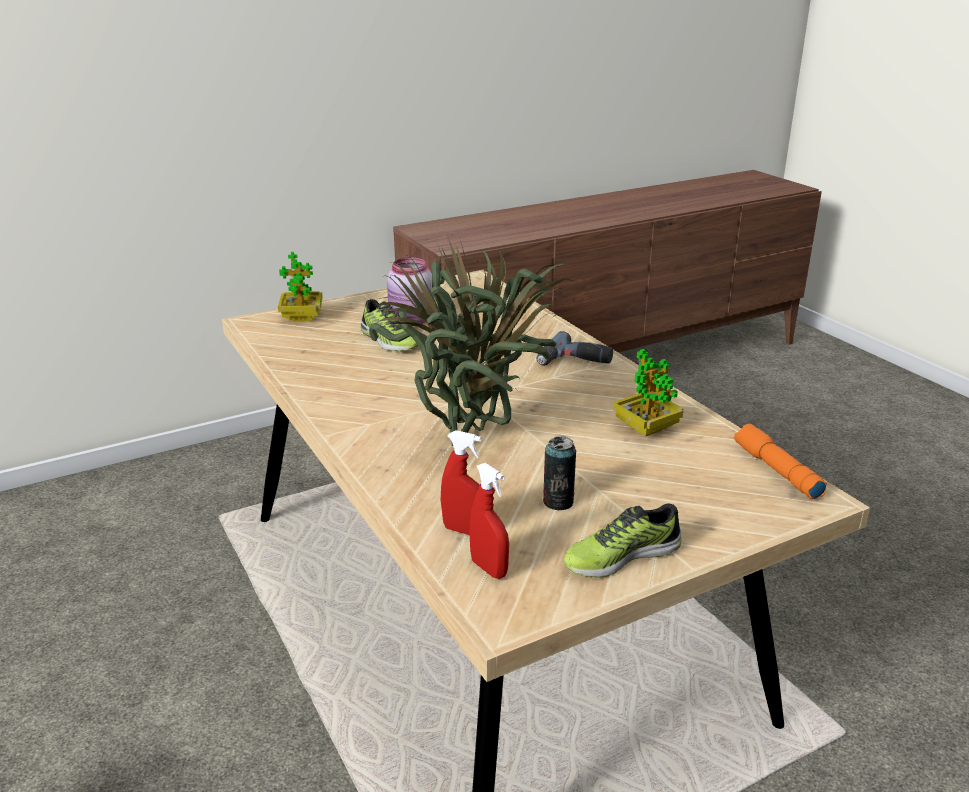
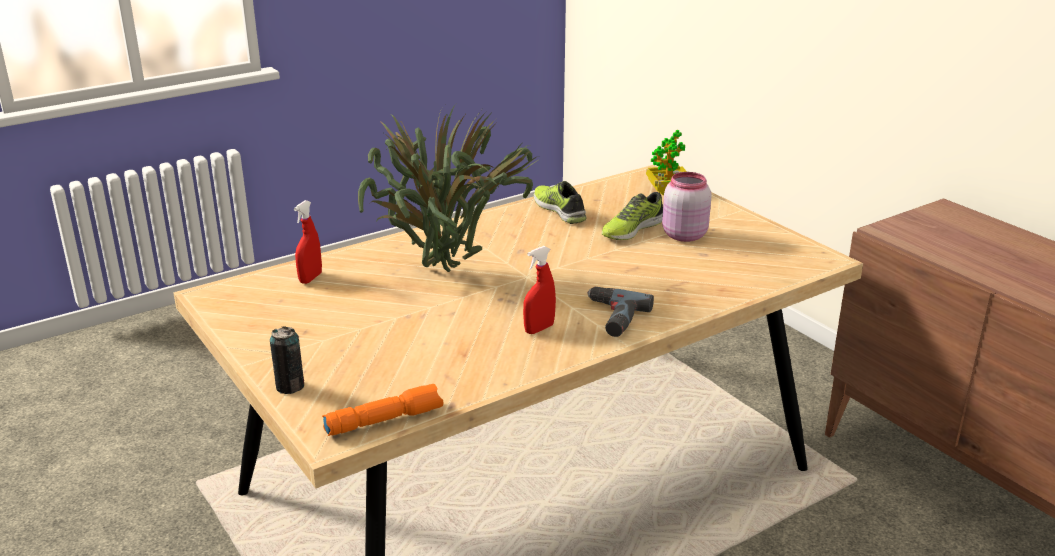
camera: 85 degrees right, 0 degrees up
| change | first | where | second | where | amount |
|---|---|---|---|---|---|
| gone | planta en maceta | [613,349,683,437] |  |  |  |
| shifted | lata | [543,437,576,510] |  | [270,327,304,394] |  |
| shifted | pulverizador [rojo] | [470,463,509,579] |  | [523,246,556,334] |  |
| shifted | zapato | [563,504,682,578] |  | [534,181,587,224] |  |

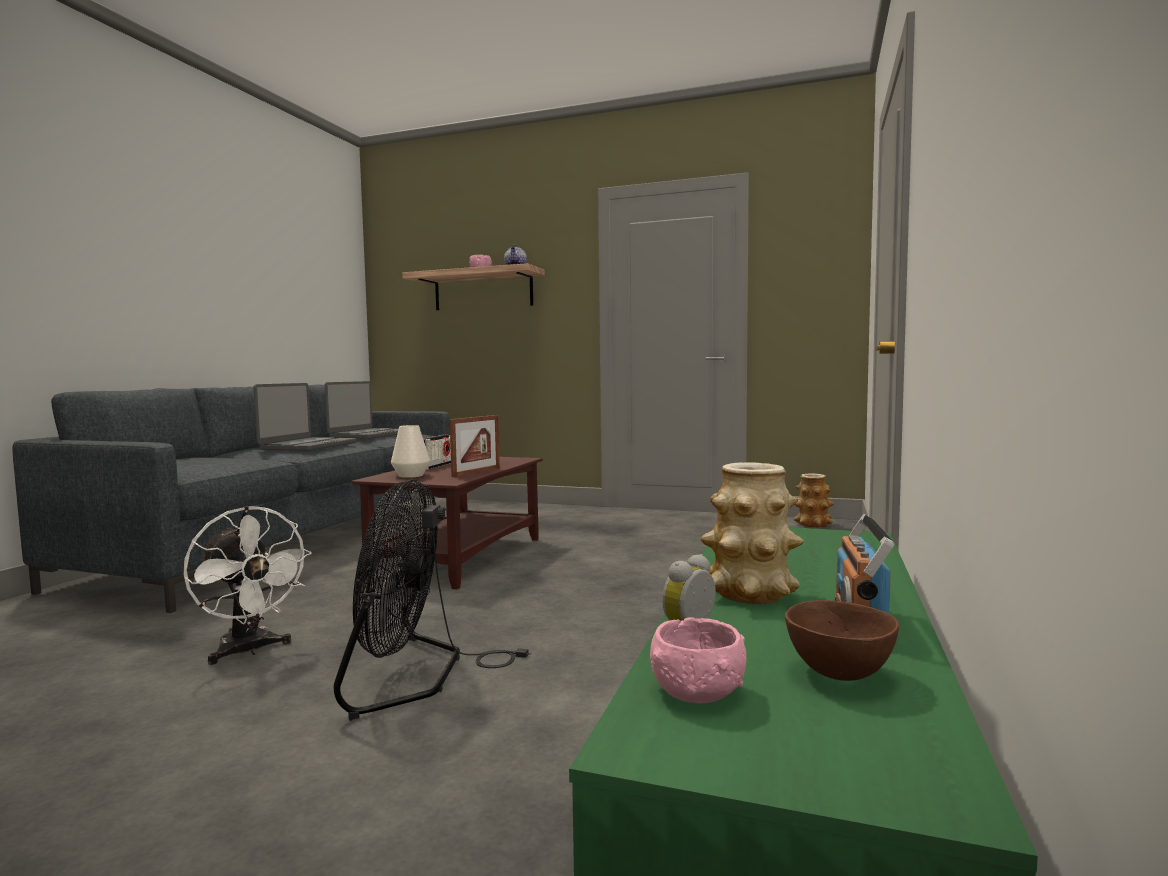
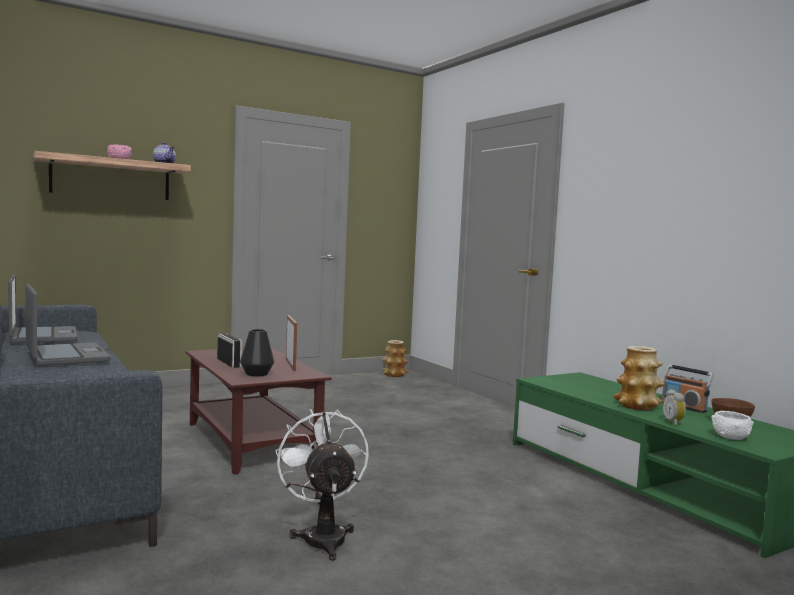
camera: 50 degrees left, 0 degrees up
| change | first | where | second | where | amount |
|---|---|---|---|---|---|
| repainted | florero [blanco] | [391,425,430,478] | florero [negro] | [240,329,274,376] |  |
| gone | ventilador [negro] | [334,479,531,721] |  |  |  |
| rotated | ventilador [blanco] | [183,506,312,665] |  | [275,409,369,561] | 105 degrees counterclockwise |
| repainted | cuenco [rosa] | [650,617,747,703] | cuenco [blanco] | [711,411,754,440] |  |

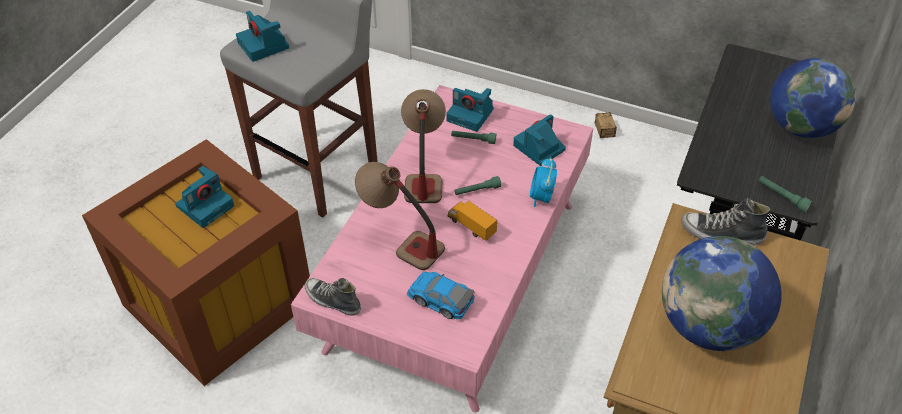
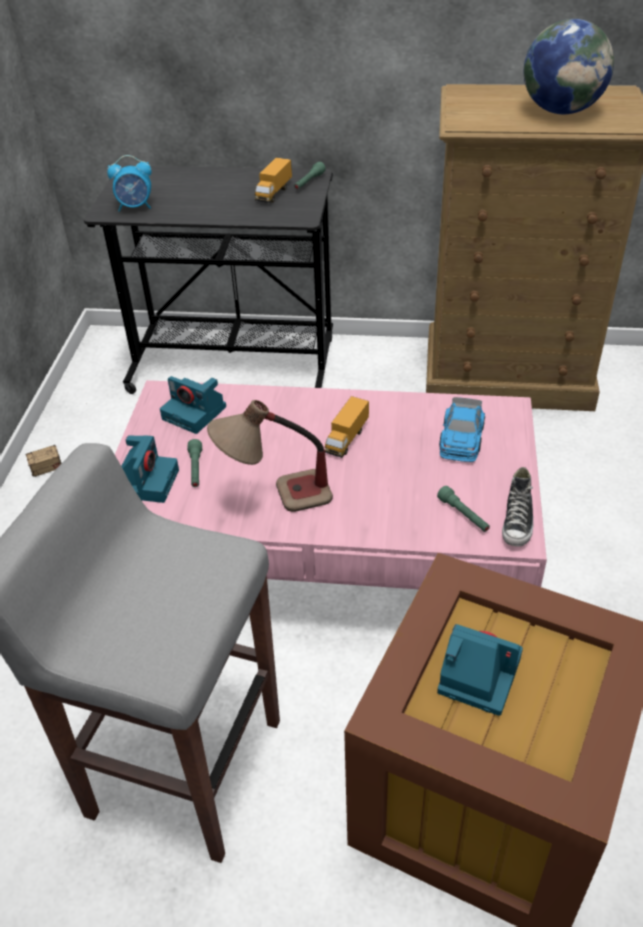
camera: 105 degrees left, 5 degrees down
| change | first | where | second | where | amount |
|---|---|---|---|---|---|
| gone | cámara | [236,11,289,62] |  |  |  |
| gone | globo terráqueo | [770,58,856,138] |  |  |  |
| shifted | despertador | [530,157,557,207] |  | [107,155,152,212] |  |
| gone | lámpara de mesa | [355,162,445,270] |  |  |  |
| shifted | linterna [verde] | [454,176,501,195] |  | [437,486,490,532] |  |
| gone | zapato | [681,198,770,245] |  |  |  |
| new |  |  | camión de juguete | [255,158,292,203] |  |

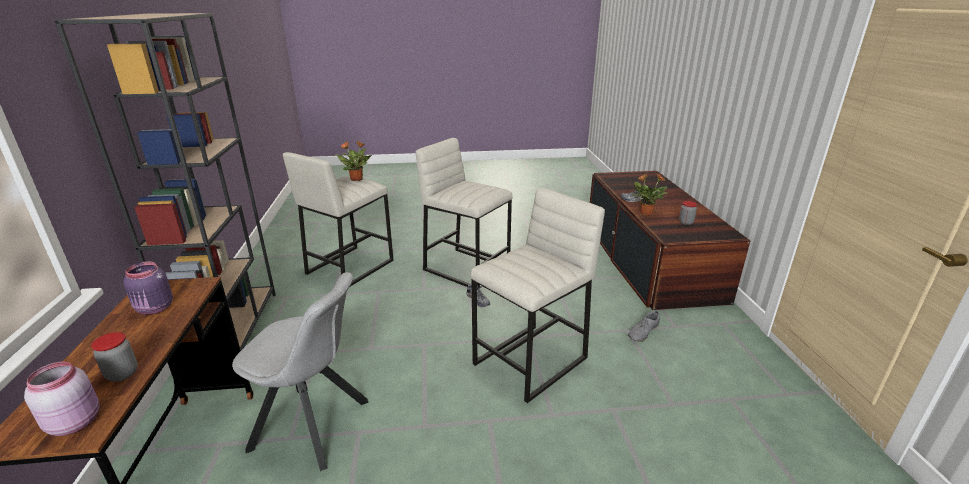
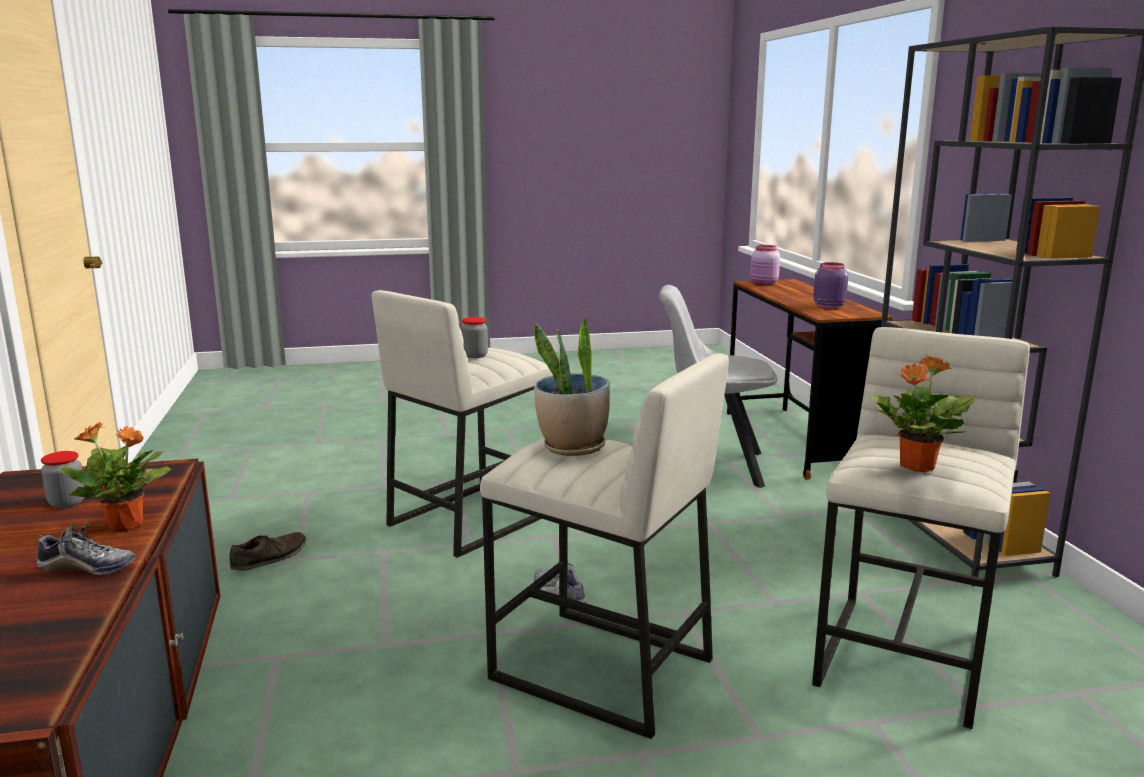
camera: 175 degrees right, 10 degrees down
| change | first | where | second | where | amount |
|---|---|---|---|---|---|
| repainted | zapato [gris] | [628,311,660,342] | zapato [marrón] | [230,532,306,571] |  |
| shifted | tarro | [91,332,138,382] |  | [461,317,488,358] |  |
| new |  |  | planta en maceta | [534,318,610,456] |  |

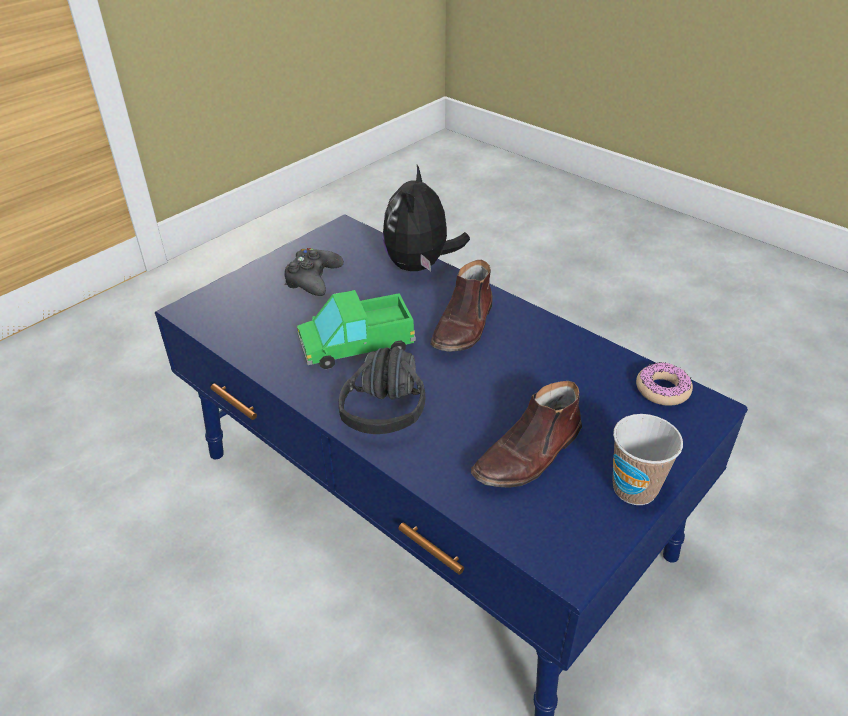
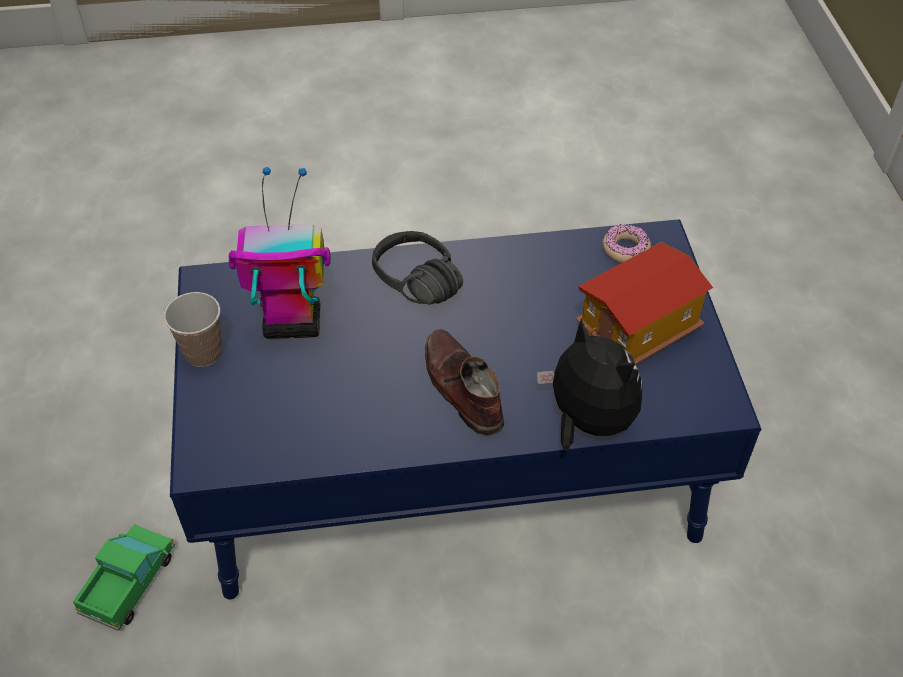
camera: 130 degrees right, 10 degrees up
| change | first | where | second | where | amount |
|---|---|---|---|---|---|
| swapped | mando de consola [negro] | [284,248,344,296] | casita | [576,242,713,364] |  |
| shifted | camión de juguete | [297,290,416,369] |  | [73,524,176,631] |  |
| shifted | rosquilla | [636,362,693,406] |  | [602,224,651,263] |  |
| swapped | zapato [marrón] | [471,381,582,488] | robot de juguete | [229,167,331,339] |  |

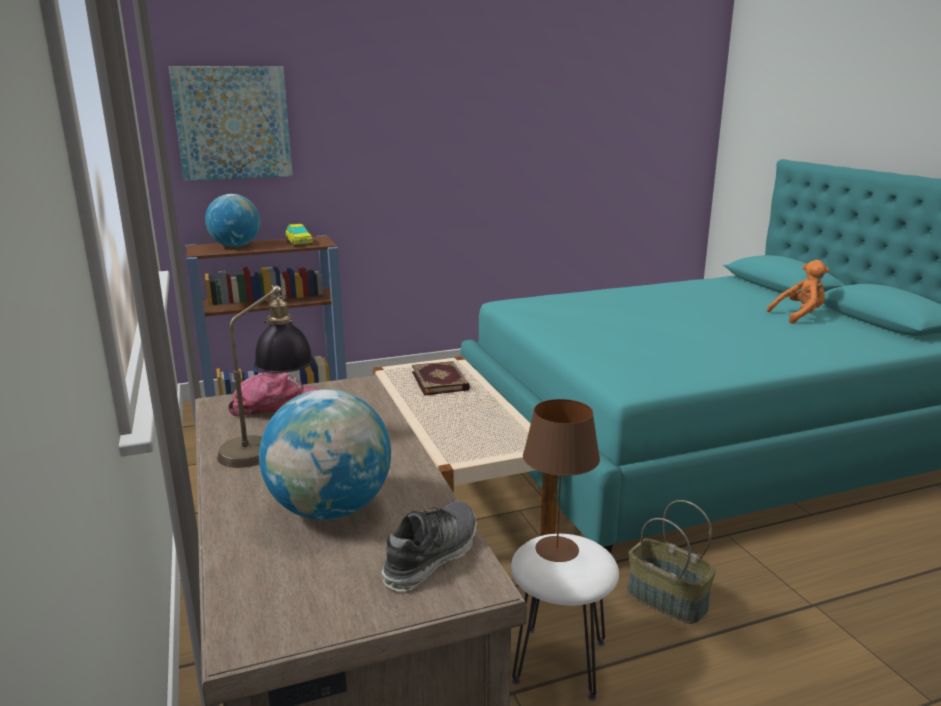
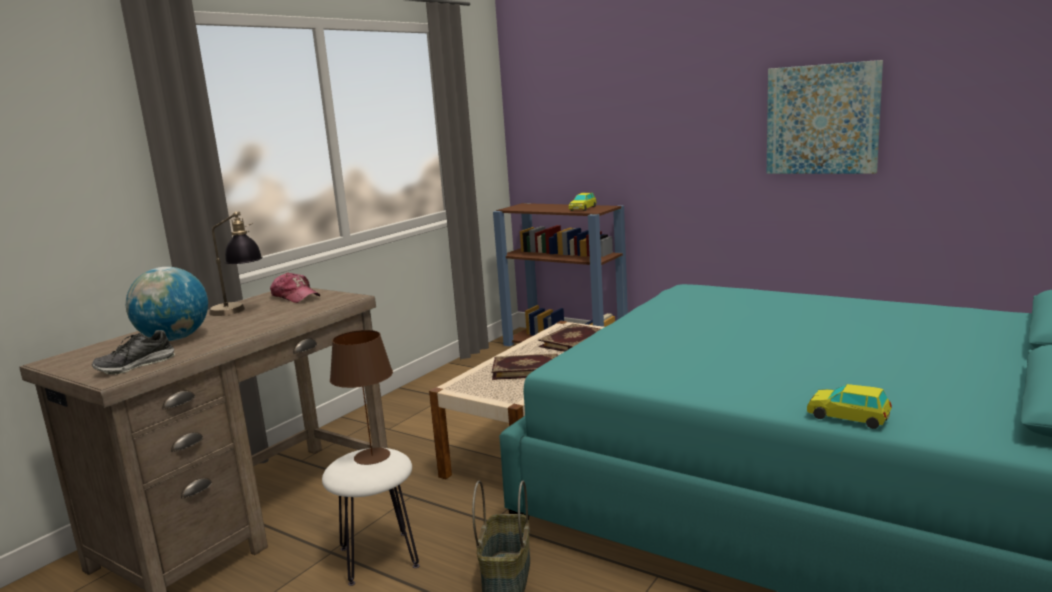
camera: 55 degrees right, 5 degrees down
| change | first | where | second | where | amount |
|---|---|---|---|---|---|
| shifted | cuadro | [169,66,293,181] |  | [767,60,883,174] |  |
| gone | globo terráqueo | [205,194,261,247] |  |  |  |
| gone | peluche [naranja] | [767,260,829,324] |  |  |  |
| rotated | zapato | [382,501,477,591] |  | [92,330,175,375] | 135 degrees clockwise |
| new |  |  | libro | [491,353,558,380] |  |
| new |  |  | coche de juguete | [807,384,892,429] |  |

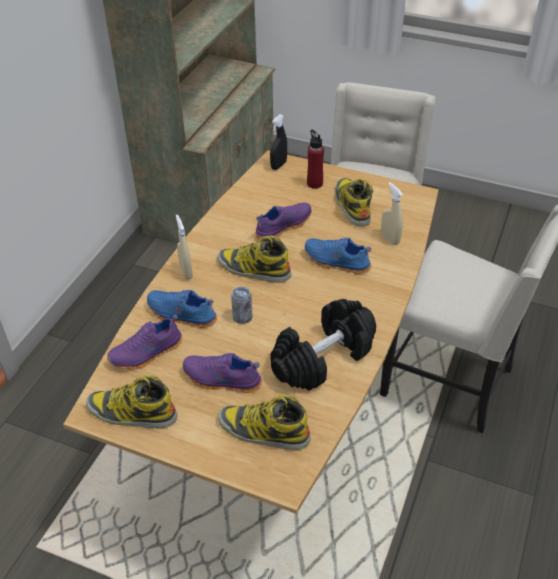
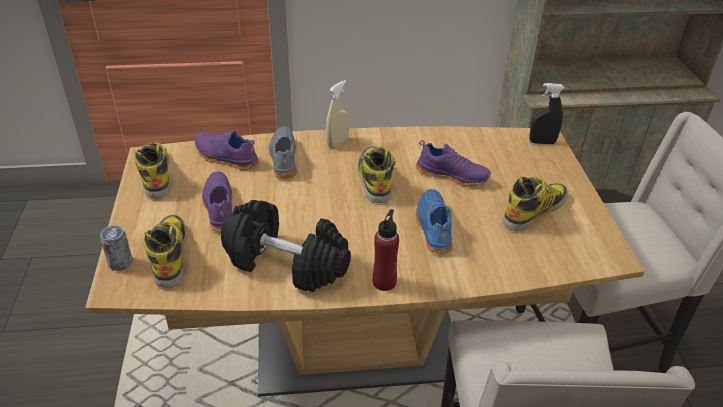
camera: 60 degrees right, 5 degrees down
| change | first | where | second | where | amount |
|---|---|---|---|---|---|
| shifted | botella [rojo] | [307,130,324,189] |  | [373,209,399,291] |  |
| gone | pulverizador [beis] | [381,182,403,245] |  |  |  |
| shifted | lata | [231,287,252,324] |  | [100,226,133,271] |  |
| repainted | zapato [azul] | [147,290,217,328] | zapato [gris] | [269,126,297,178] |  |

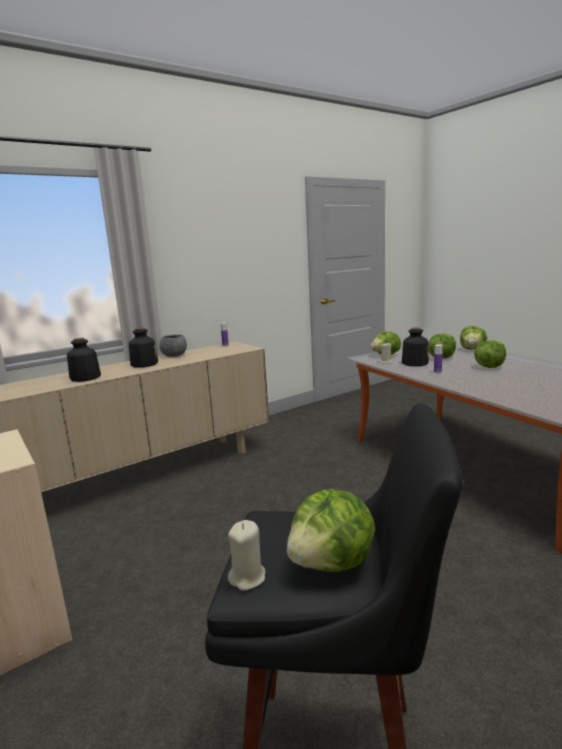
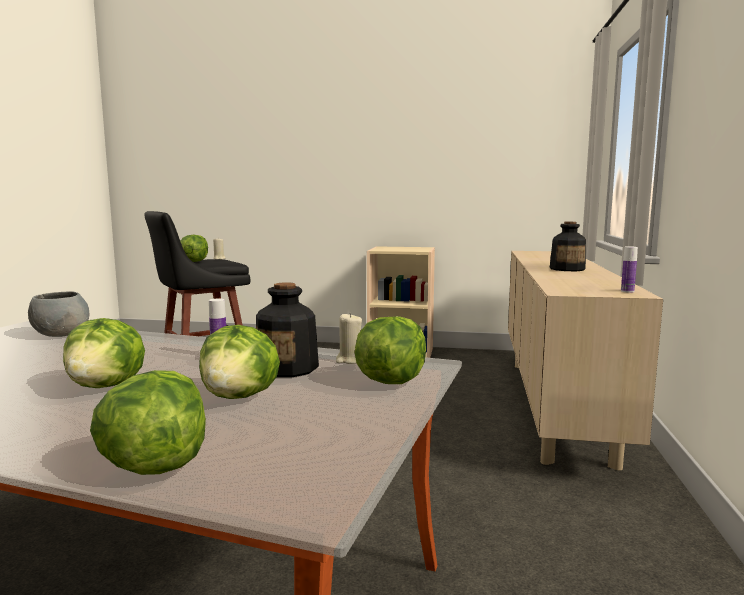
camera: 135 degrees right, 5 degrees down
| change | first | where | second | where | amount |
|---|---|---|---|---|---|
| shifted | cuenco [gris] | [159,335,187,357] |  | [28,291,89,337] |  |
| gone | botella | [67,338,101,382] |  |  |  |

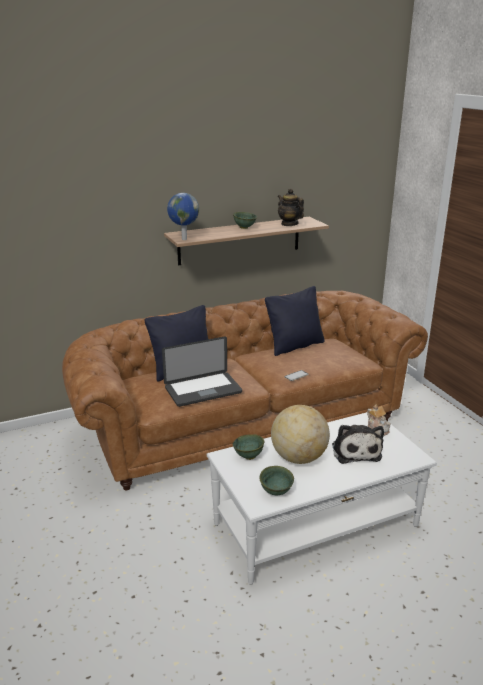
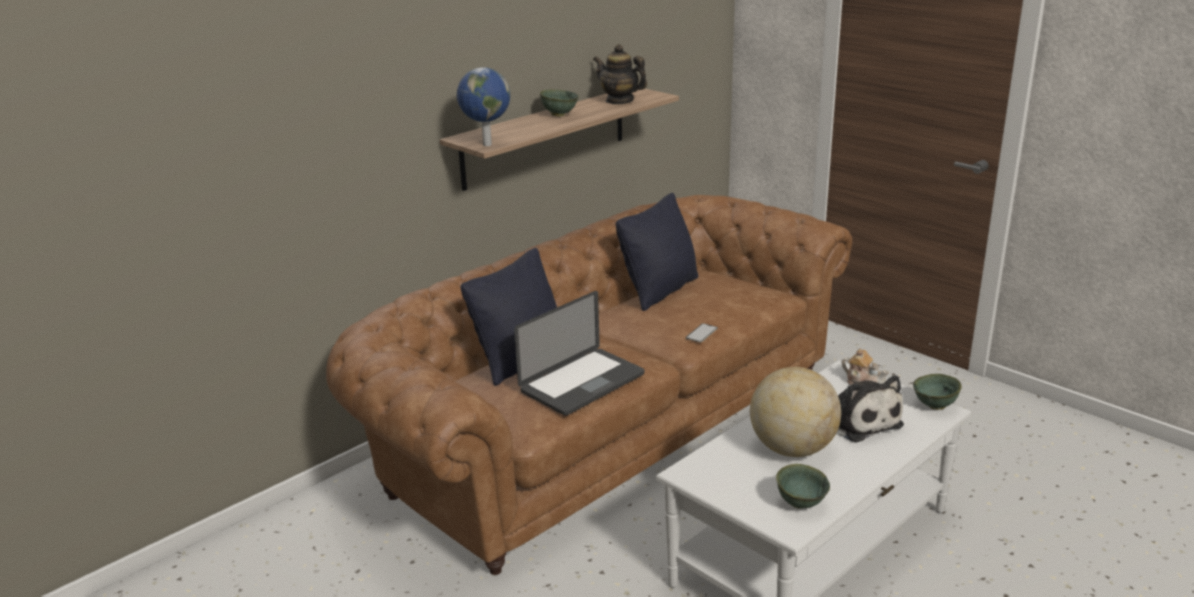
camera: 20 degrees left, 0 degrees up
| change | first | where | second | where | amount |
|---|---|---|---|---|---|
| shifted | cuenco [verde] | [233,434,264,460] |  | [913,374,962,410] |  |

